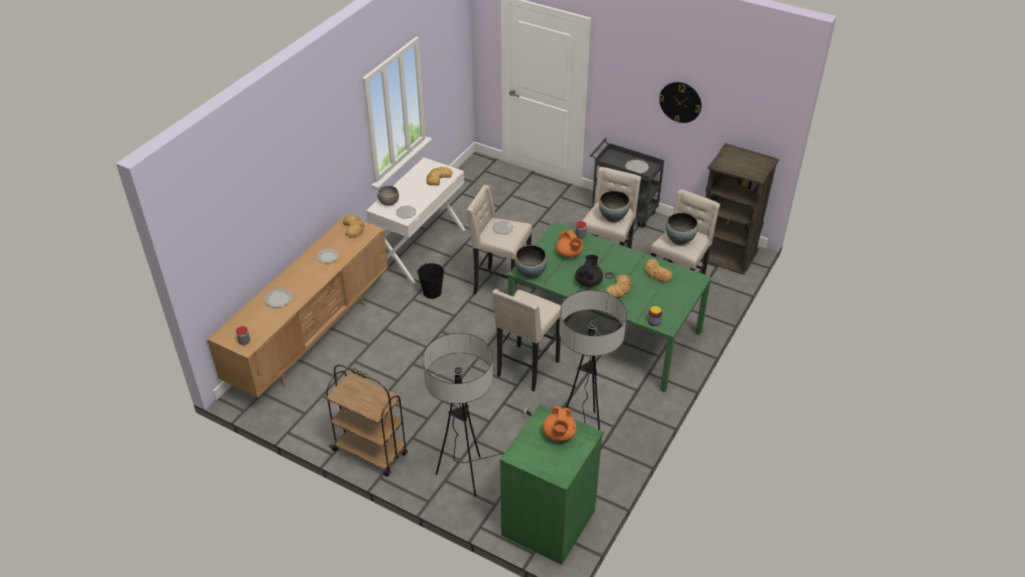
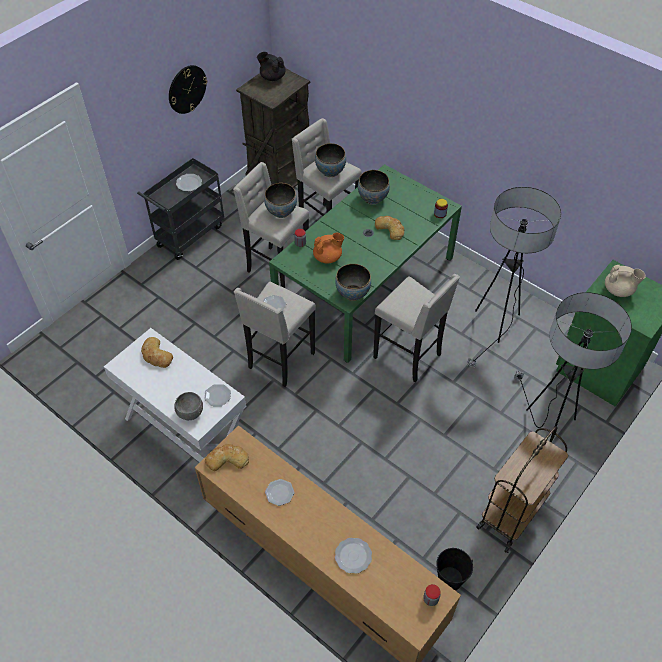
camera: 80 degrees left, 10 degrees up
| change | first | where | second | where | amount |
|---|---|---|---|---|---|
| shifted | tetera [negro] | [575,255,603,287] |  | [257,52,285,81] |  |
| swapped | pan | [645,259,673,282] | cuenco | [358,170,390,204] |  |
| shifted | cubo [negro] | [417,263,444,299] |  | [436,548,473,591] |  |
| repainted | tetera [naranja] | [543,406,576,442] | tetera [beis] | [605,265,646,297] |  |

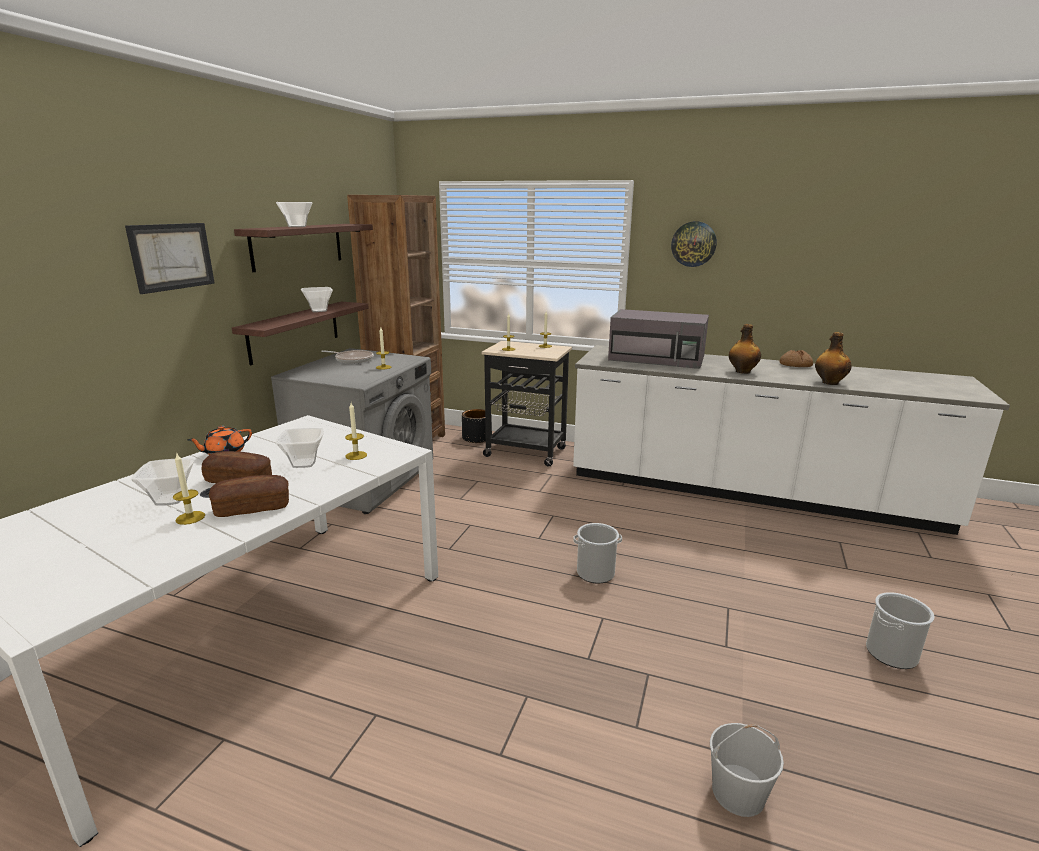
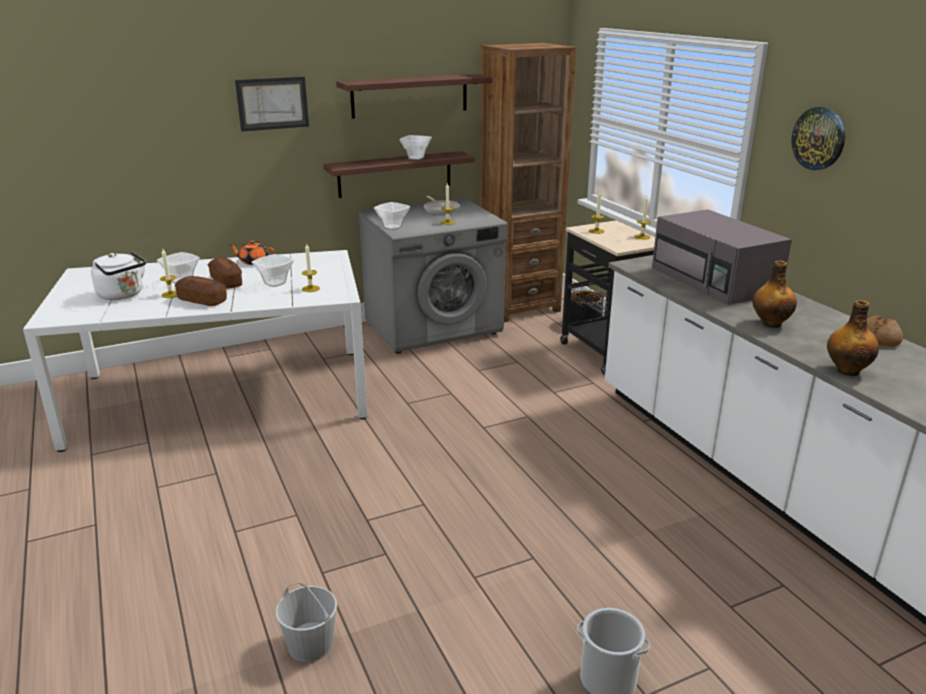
camera: 45 degrees right, 5 degrees up
| change | first | where | second | where | amount |
|---|---|---|---|---|---|
| shifted | cuenco | [276,202,312,227] |  | [374,202,410,230] |  |
| gone | cubo | [573,523,622,584] |  |  |  |
| new |  |  | hervidor [blanco] | [91,251,146,300] |  |

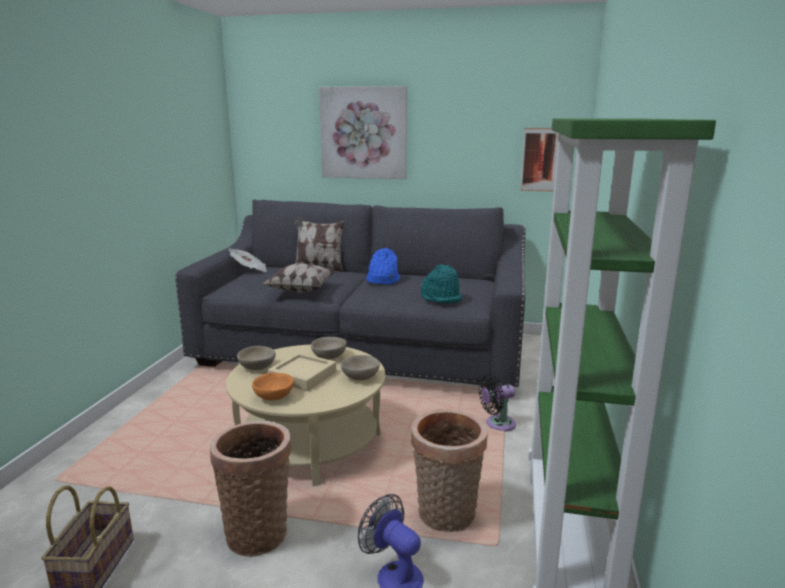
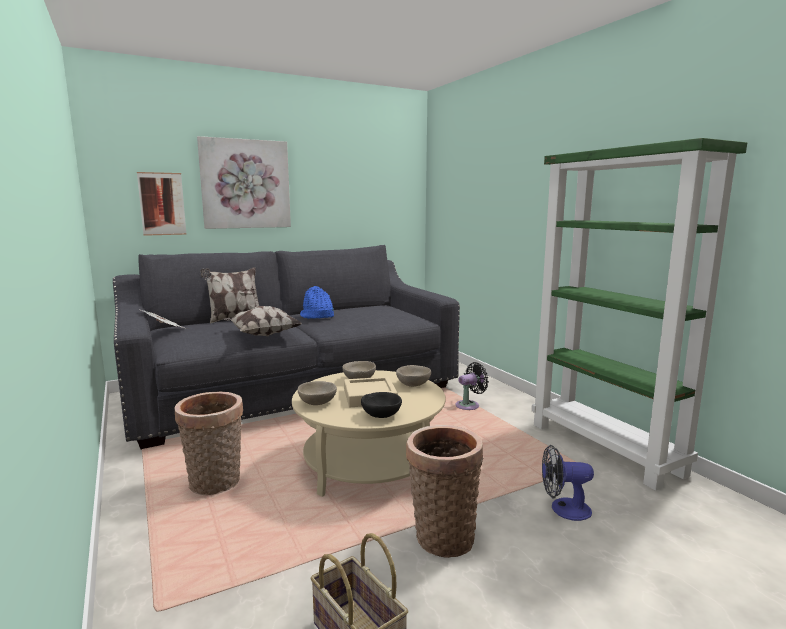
camera: 40 degrees left, 5 degrees down
| change | first | where | second | where | amount |
|---|---|---|---|---|---|
| shifted | cuadro | [520,128,558,192] |  | [137,172,187,236] |  |
| gone | sombrero [turquesa] | [421,264,462,303] |  |  |  |
| repainted | cuenco [naranja] | [252,372,294,401] | cuenco [negro] | [361,392,402,418] |  |
| rotated | ventilador [negro] | [479,374,516,432] |  | [455,362,489,410] | 150 degrees counterclockwise |
| shifted | cesta | [411,409,488,532] |  | [175,392,243,495] |  |

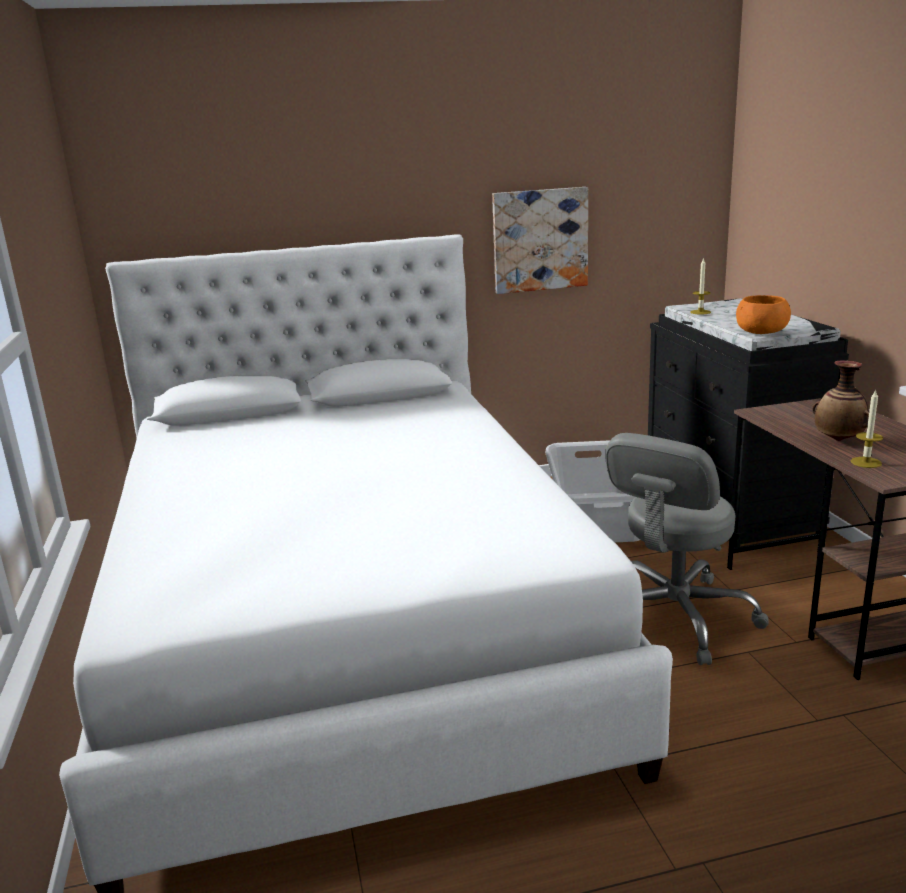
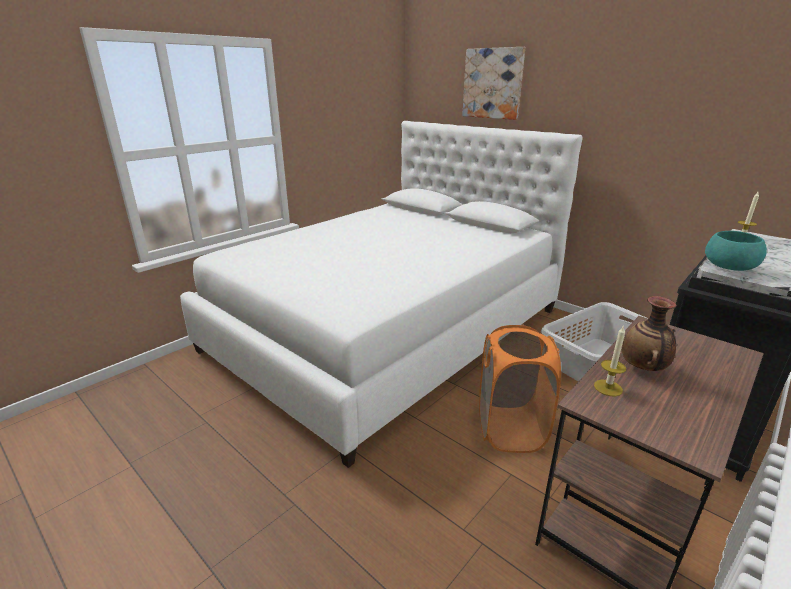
camera: 55 degrees right, 5 degrees up
| change | first | where | second | where | amount |
|---|---|---|---|---|---|
| shifted | cuadro | [492,187,588,294] |  | [462,47,525,120] |  |
| repainted | cuenco [naranja] | [736,295,791,334] | cuenco [turquesa] | [705,231,767,271] |  |
| swapped | silla de oficina [gris] | [605,433,769,665] | cesto de la ropa [naranja] | [479,325,561,453] |  |

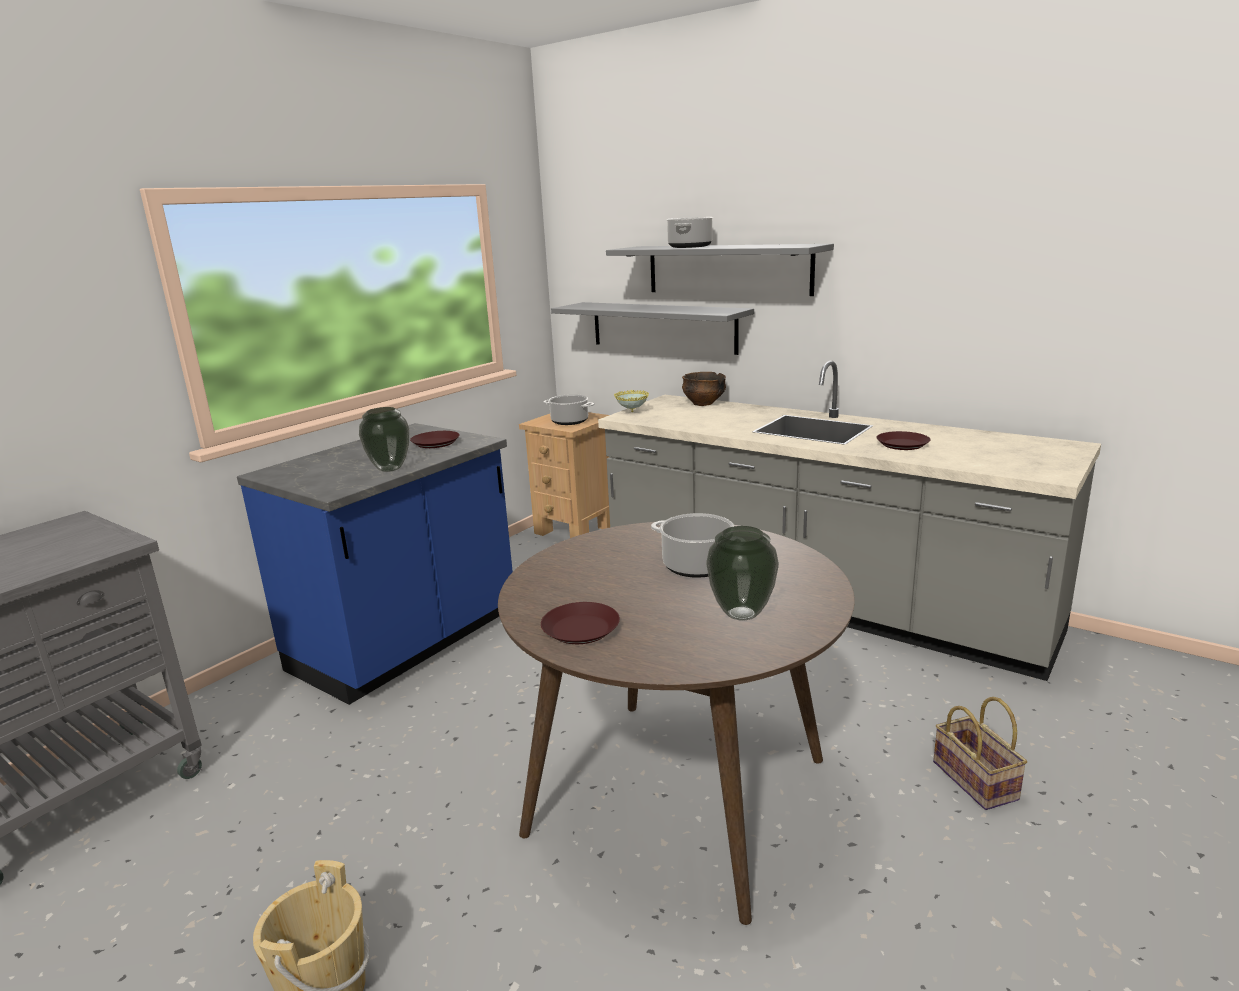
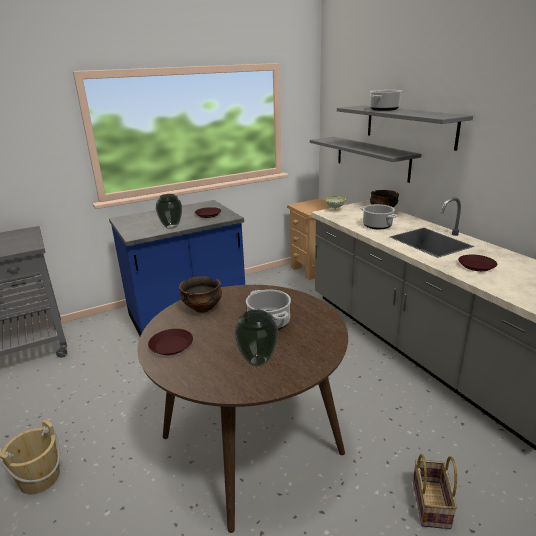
camera: 25 degrees right, 5 degrees up
| change | first | where | second | where | amount |
|---|---|---|---|---|---|
| shifted | olla | [543,394,594,425] |  | [360,204,398,230] |  |
| new |  |  | cuenco | [179,276,222,313] |  |

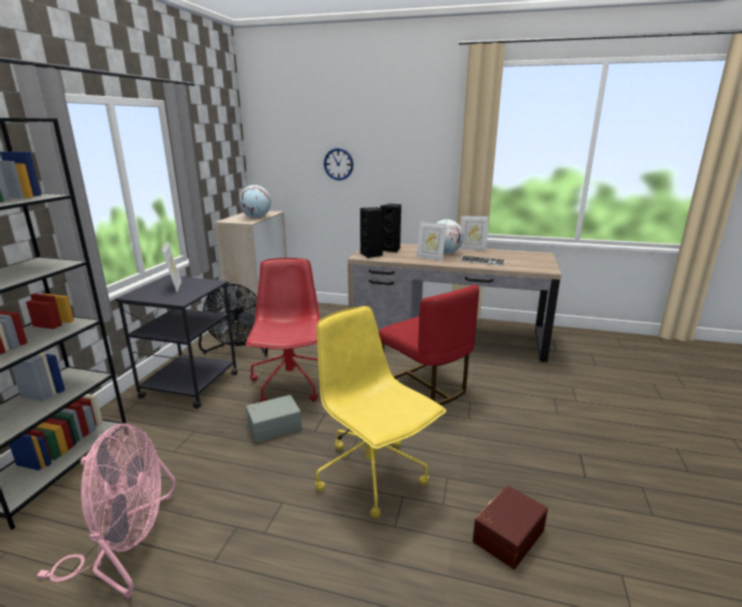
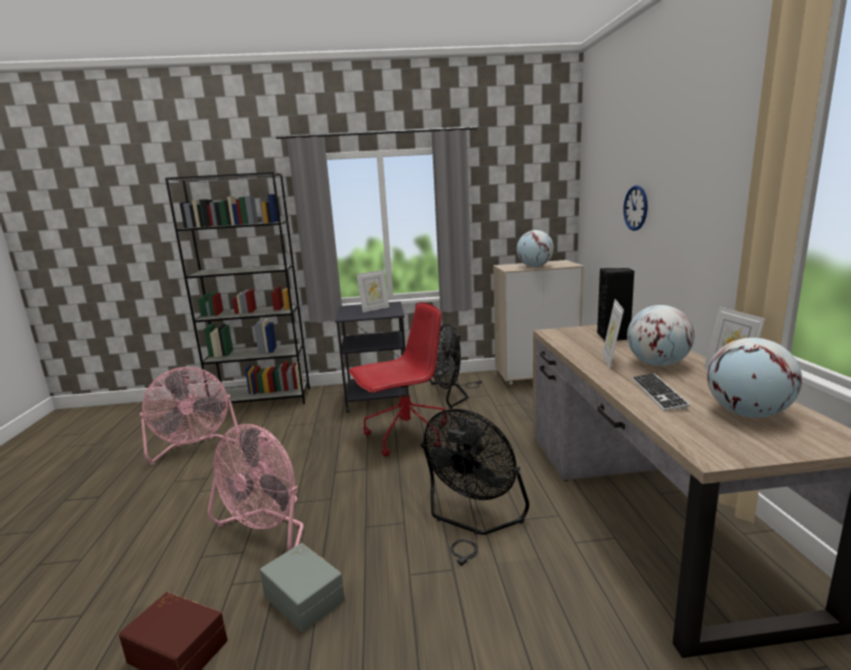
camera: 70 degrees right, 5 degrees down
| change | first | where | second | where | amount |
|---|---|---|---|---|---|
| gone | altavoz [negro] | [360,207,383,258] |  |  |  |
| swapped | silla [rojo] | [379,284,479,405] | ventilador [negro] | [420,409,529,566] |  |
| swapped | silla de oficina [amarillo] | [315,306,446,519] | ventilador [rosa] | [208,424,304,551] |  |
| shifted | caja de almacenaje [gris] | [246,395,302,443] |  | [260,543,345,633] |  |
| new |  |  | globo terráqueo | [707,338,802,418] |  |

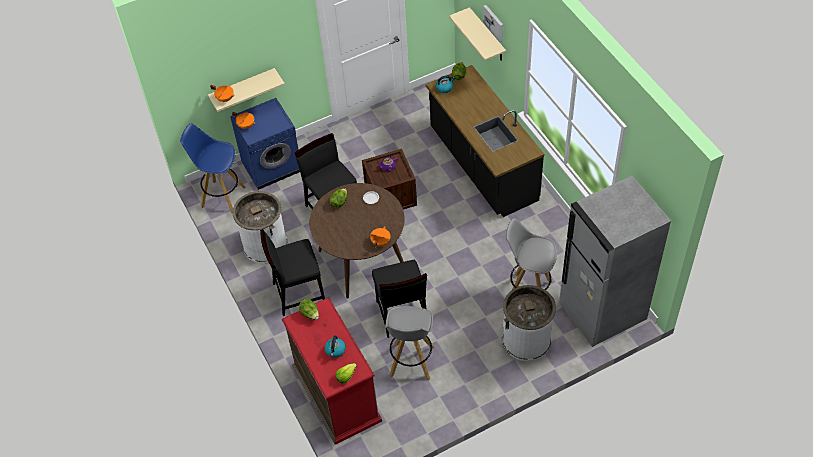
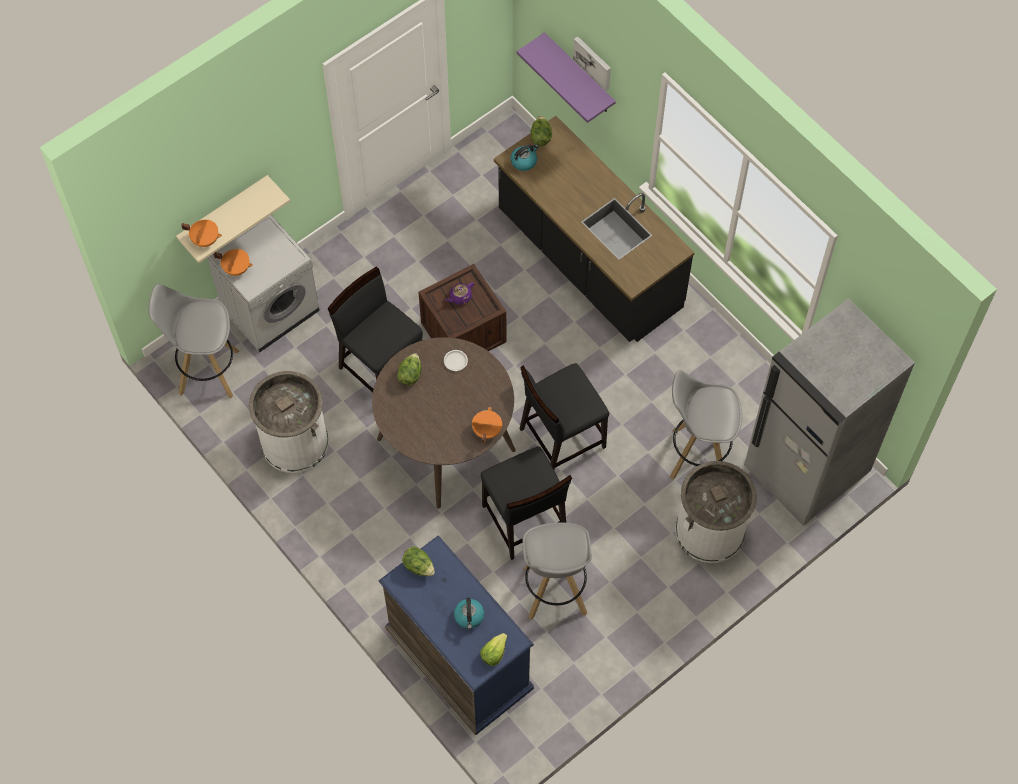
camera: 15 degrees left, 10 degrees up
| change | first | where | second | where | amount |
|---|---|---|---|---|---|
| repainted | estante [beis] | [449,7,506,61] | estante [morado] | [517,32,616,123] |  |
| repainted | lavadora [azul] | [230,98,300,190] | lavadora [blanco] | [207,215,320,352] |  |
| repainted | taburete [azul] | [180,124,246,214] | taburete [gris] | [149,284,239,398] |  |
| shifted | silla [negro] | [260,229,325,316] |  | [520,363,609,470] |  |
| repainted | cómoda [rojo] | [282,297,382,445] | cómoda [azul] | [379,535,534,735] |  |

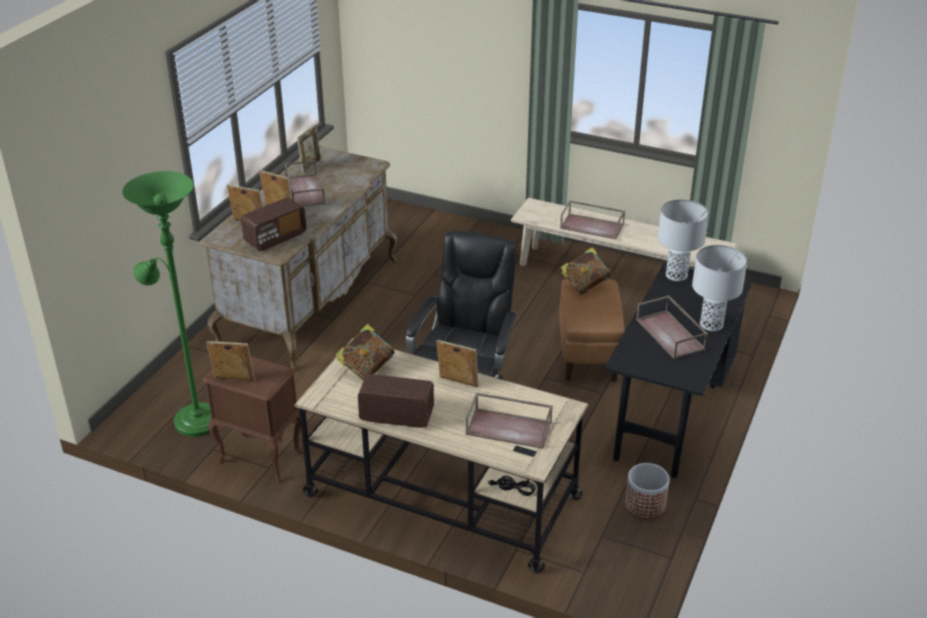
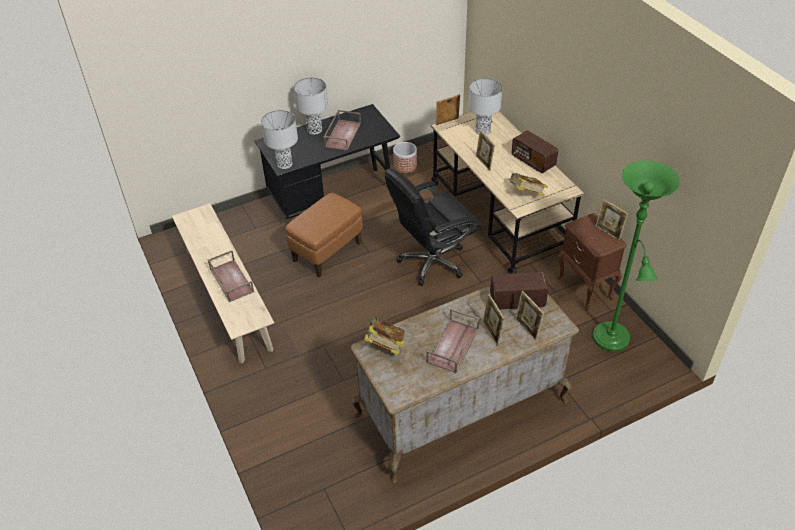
camera: 140 degrees left, 10 degrees up
| change | first | where | second | where | amount |
|---|---|---|---|---|---|
| shifted | portarretratos | [297,125,321,174] |  | [436,94,460,125] |  |
| shifted | libro | [561,247,611,295] |  | [364,317,405,355] |  |
| swapped | bandeja [marrón] | [465,392,553,449] | lámpara de mesa [blanco] | [468,78,502,135] |  |

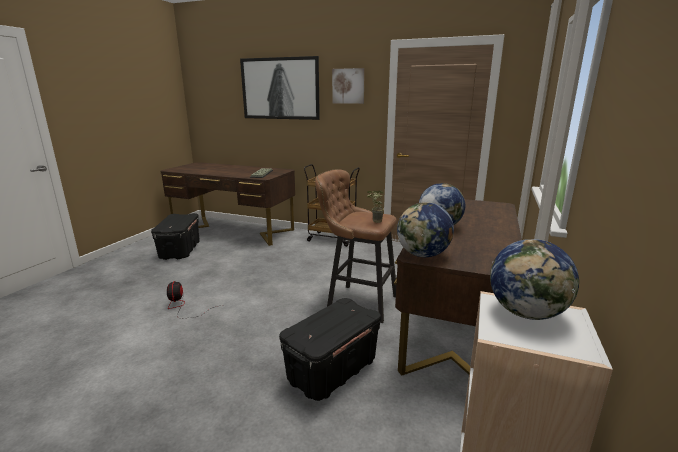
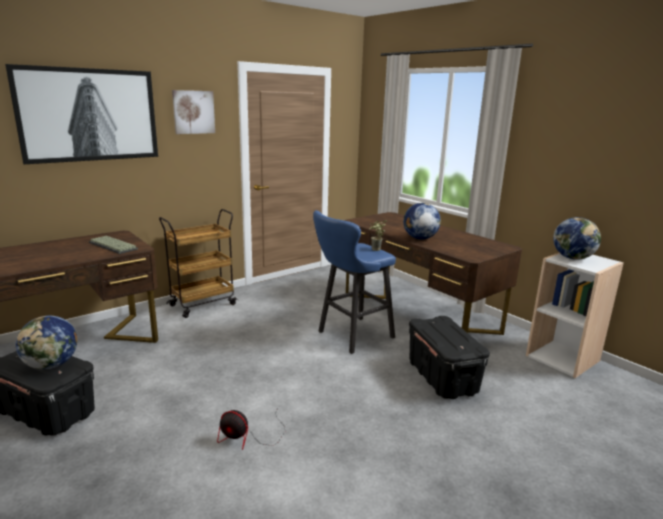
camera: 60 degrees left, 0 degrees up
| change | first | where | second | where | amount |
|---|---|---|---|---|---|
| repainted | taburete [marrón] | [315,169,397,323] | taburete [azul] | [313,210,396,354] |  |
| shifted | globo terráqueo | [397,202,454,257] |  | [16,316,77,370] |  |

